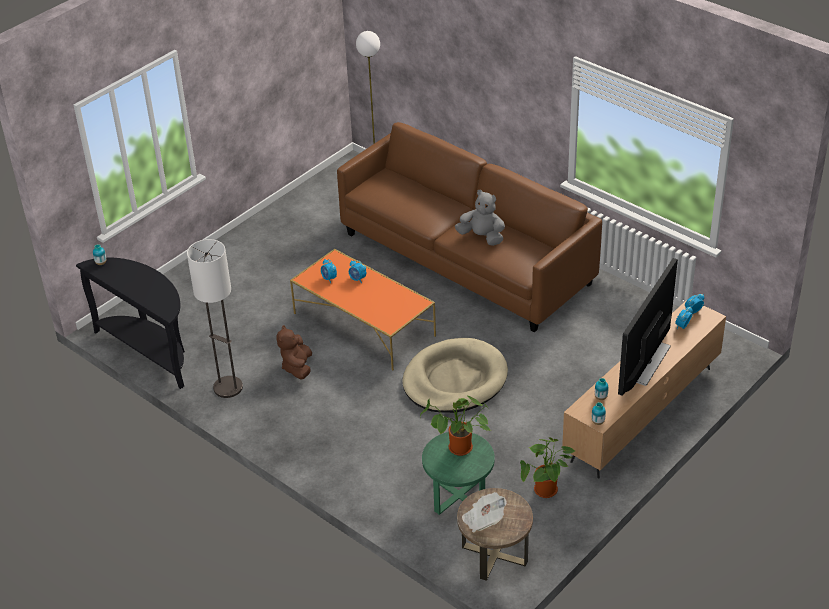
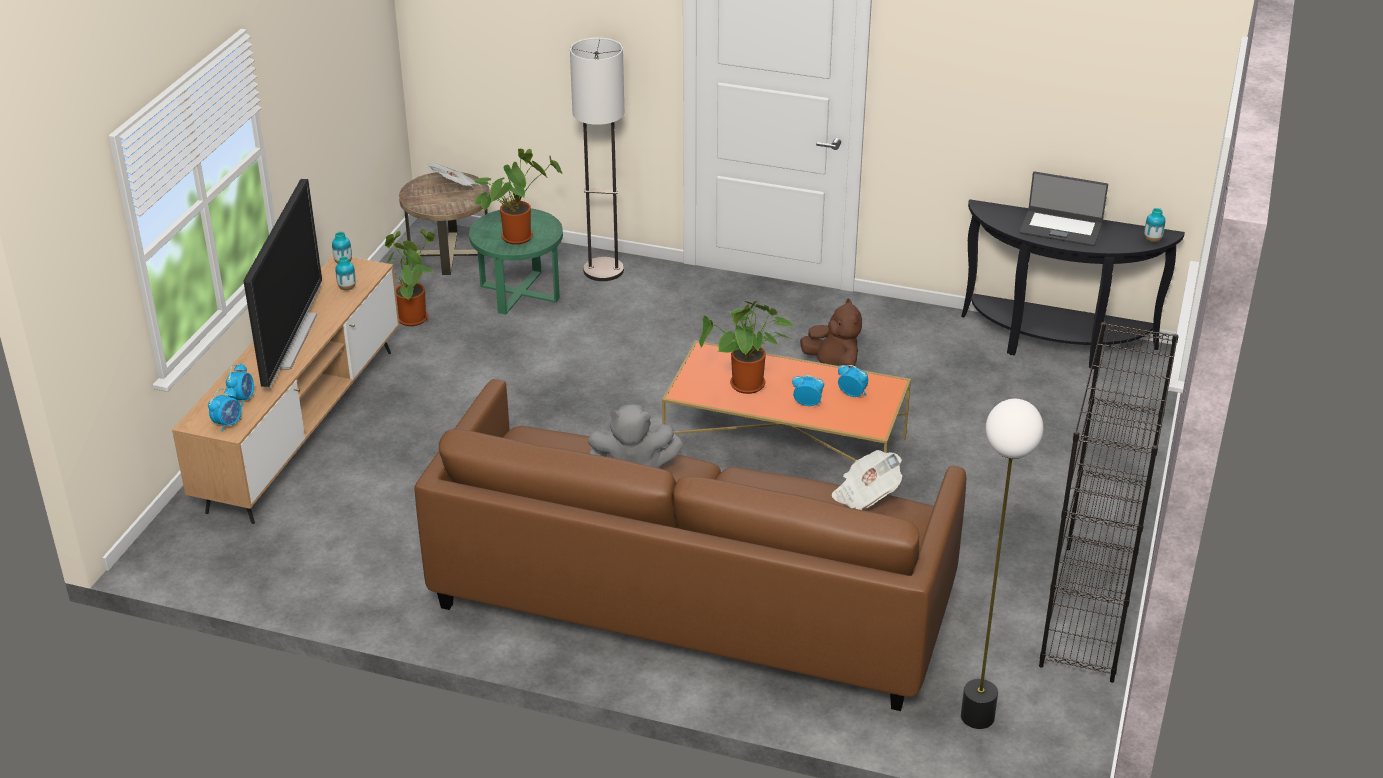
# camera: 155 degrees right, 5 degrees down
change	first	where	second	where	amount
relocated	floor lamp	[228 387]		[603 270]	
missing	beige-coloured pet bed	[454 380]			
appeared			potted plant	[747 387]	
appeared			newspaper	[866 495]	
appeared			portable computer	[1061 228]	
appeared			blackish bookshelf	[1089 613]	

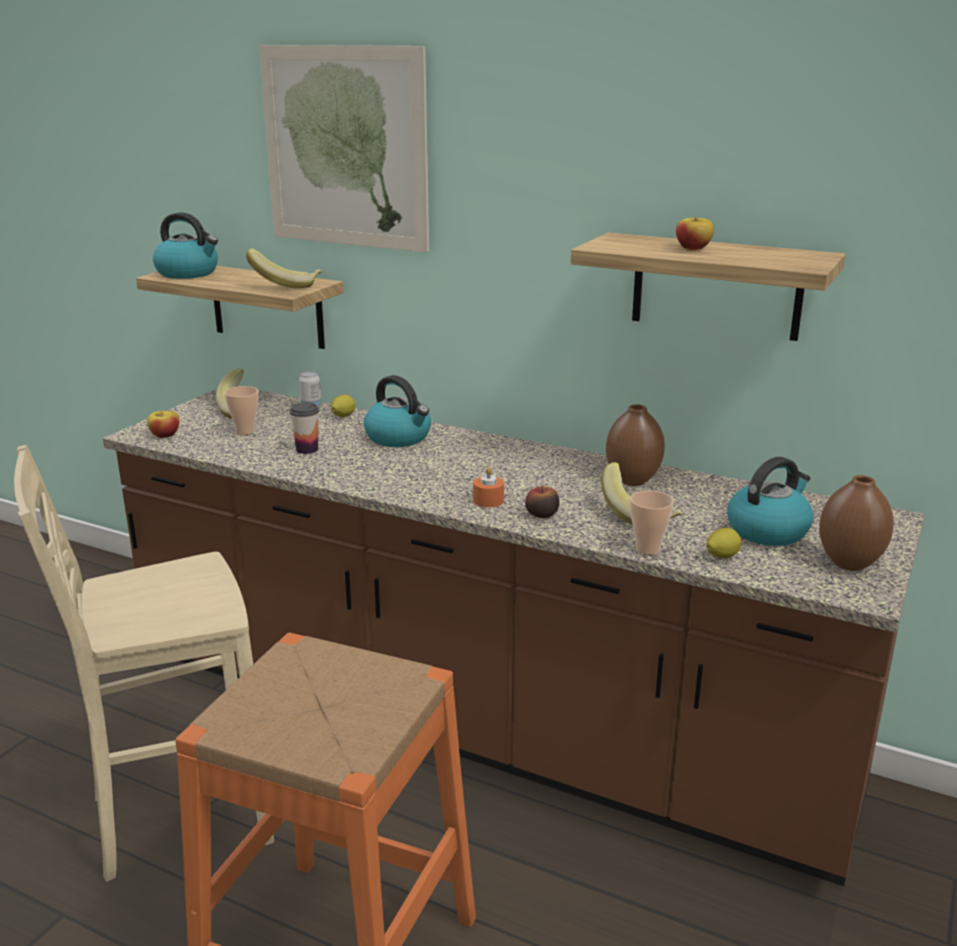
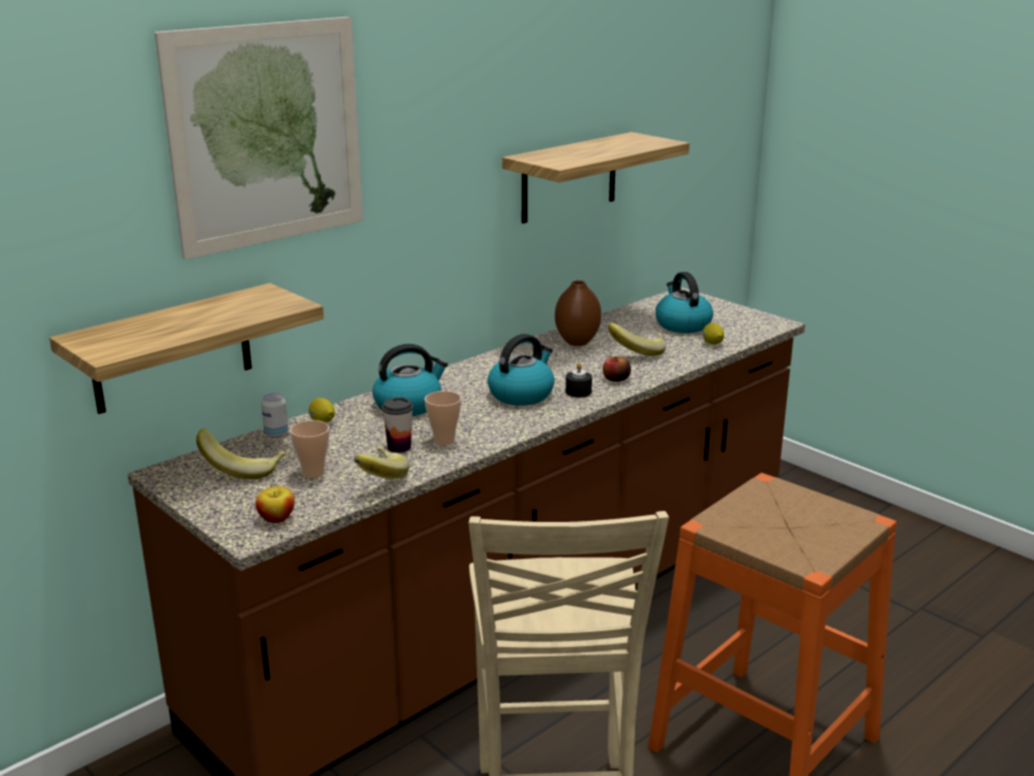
# camera: 70 degrees left, 0 degrees up
change	first	where	second	where	amount
relocated	water kettle	[188 273]		[521 394]	
relocated	banana fruit	[286 285]		[378 478]	
colour	orange-coloured wax light	[488 500]	blackish wax light	[578 392]	
relocated	drinking cup	[648 549]		[444 440]	
missing	whole apple	[693 248]			
missing	brown vase	[849 563]			

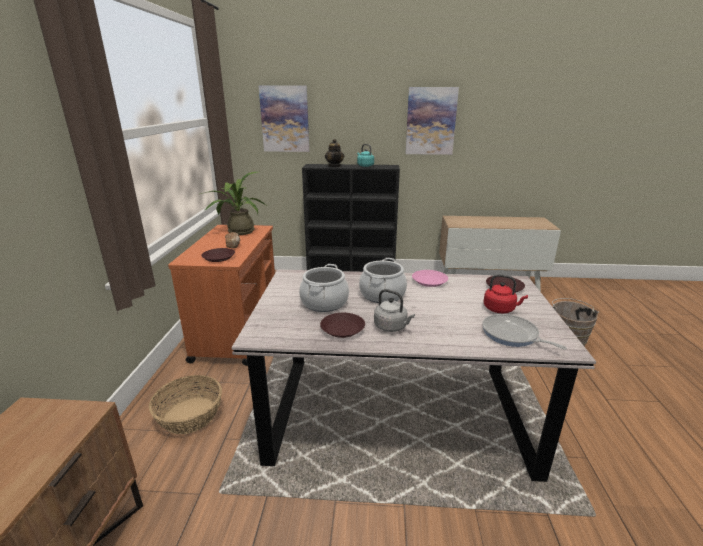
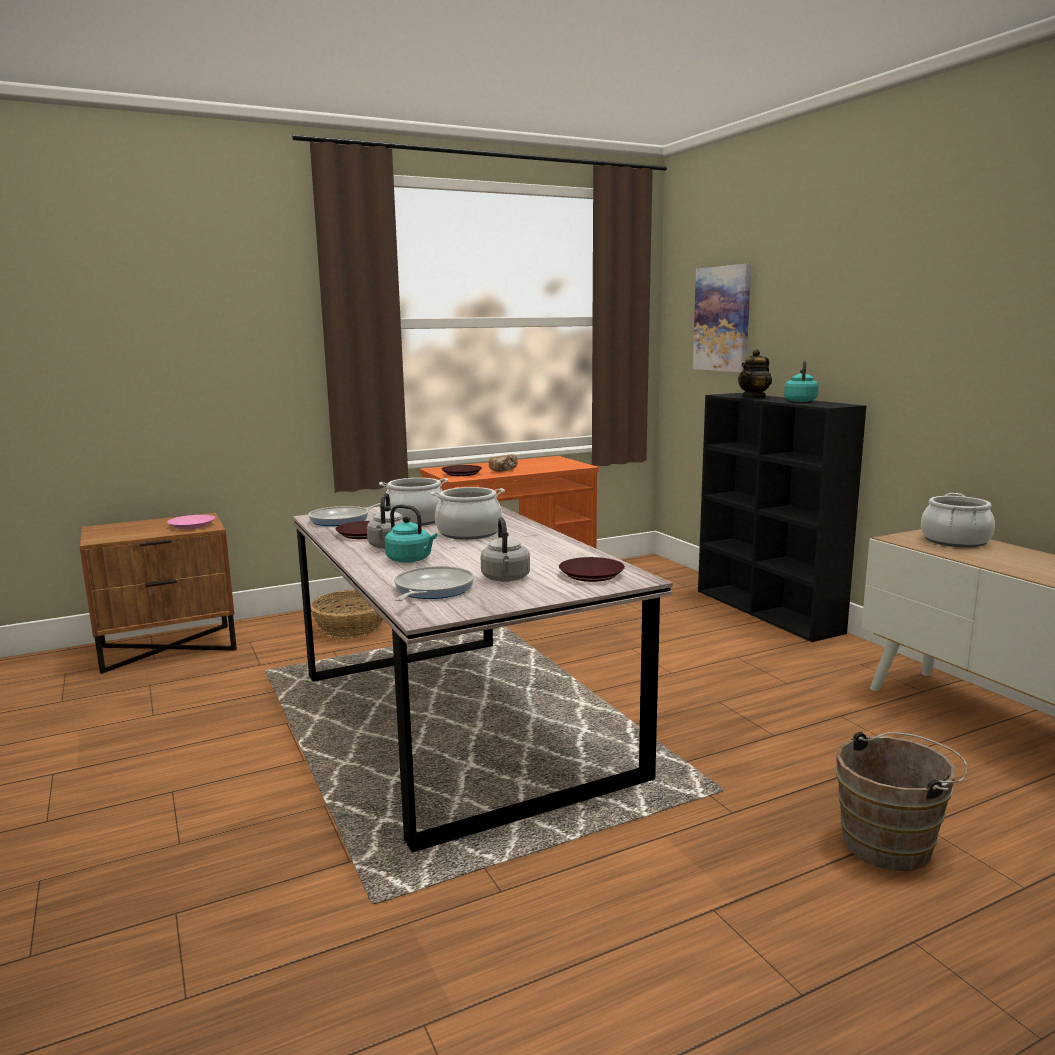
# camera: 60 degrees right, 10 degrees down
change	first	where	second	where	amount
missing	potted plant	[238 231]			
missing	wall art	[430 121]			
relocated	pinkish flat dish	[430 281]		[192 525]	
colour	reddish water kettle	[500 309]	grey water kettle	[506 579]	
appeared			pan	[343 519]	
appeared			blue-green water kettle	[411 560]	
appeared			stockpot	[954 541]	

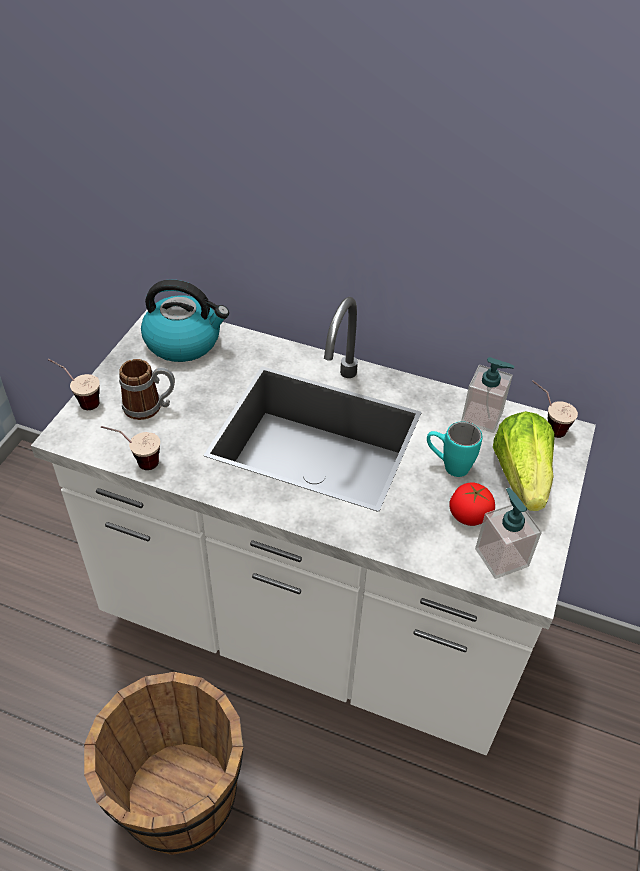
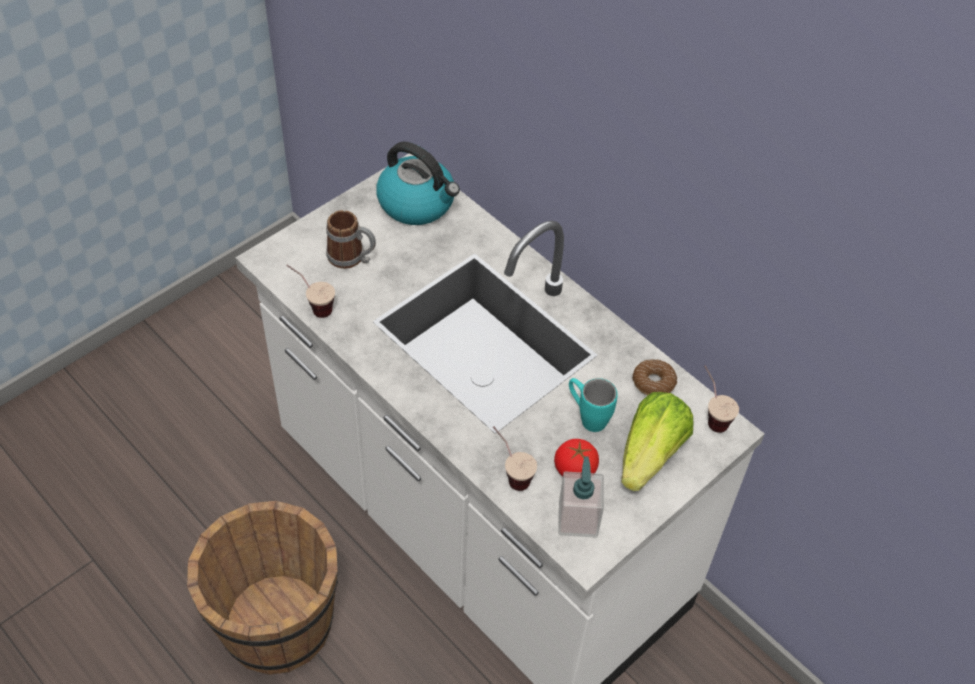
# camera: 25 degrees right, 5 degrees up
change	first	where	second	where	amount
relocated	drinking cup	[79 401]		[510 473]	
exchanged	soap dispenser	[482 417]	ring doughnut	[653 382]	

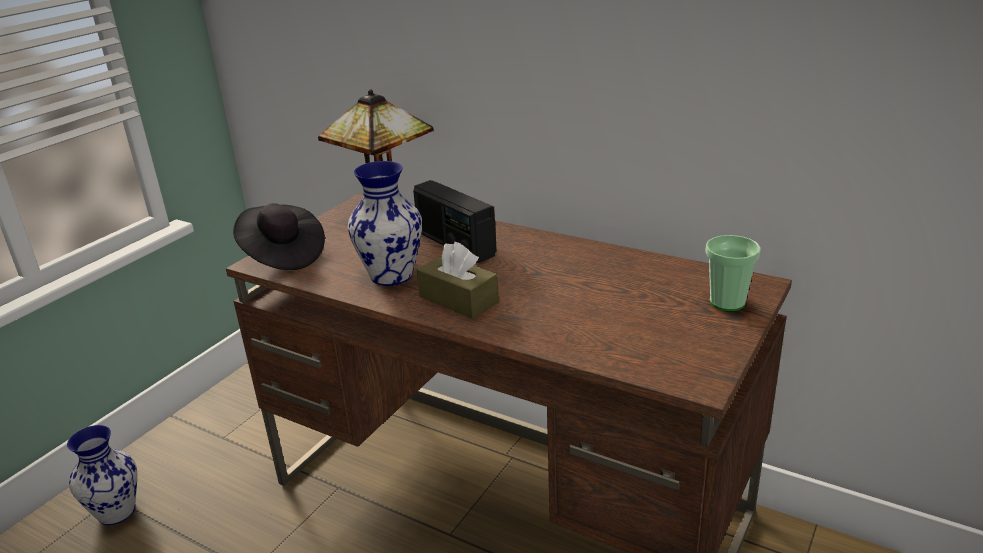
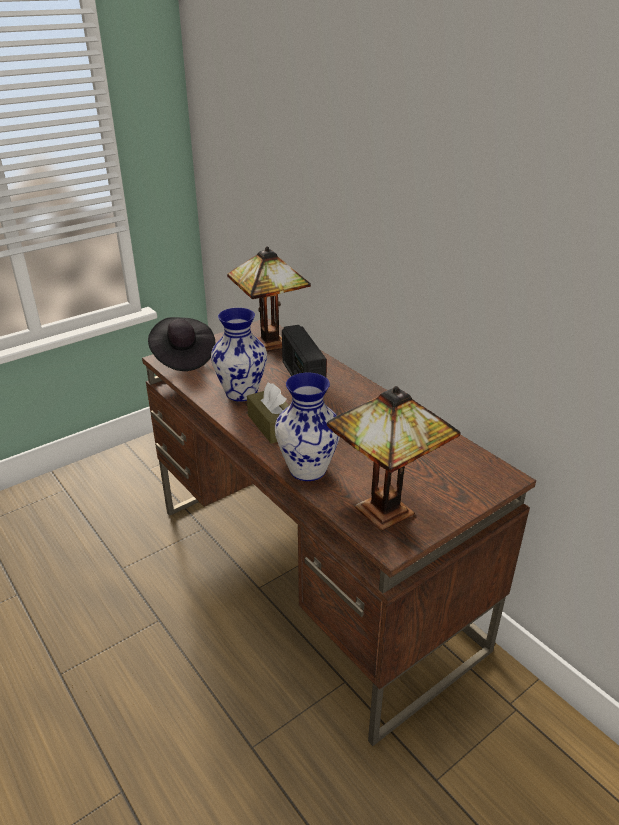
# camera: 20 degrees right, 5 degrees up
change	first	where	second	where	amount
relocated	vase	[115 512]		[306 469]	
missing	drinking cup	[727 302]			
appeared			tabletop lamp	[385 508]	

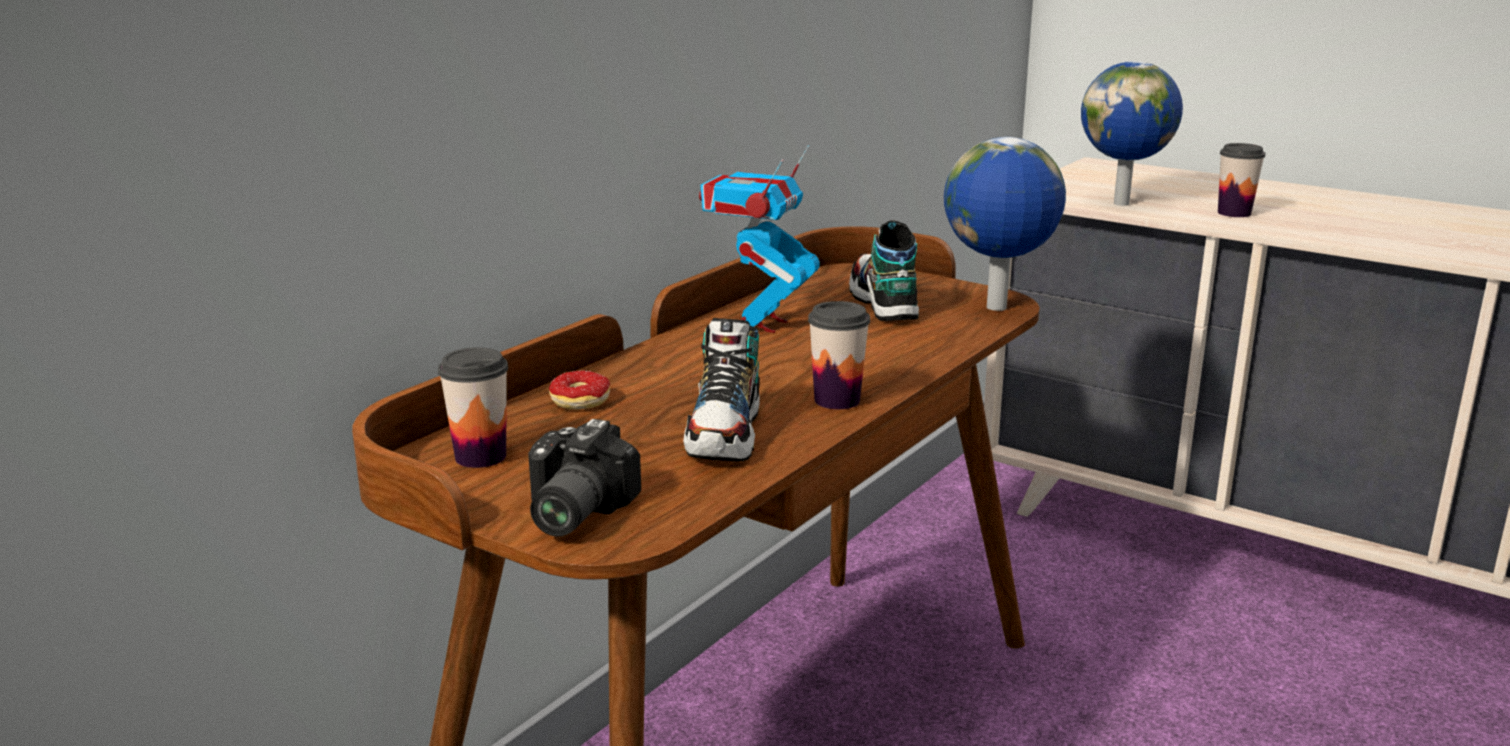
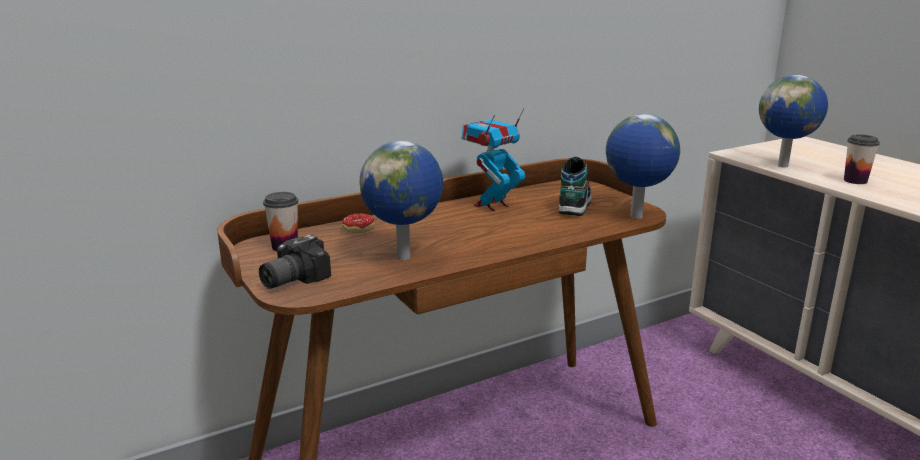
# camera: 25 degrees right, 0 degrees up
change	first	where	second	where	amount
exchanged	item of footwear	[726 434]	desk globe	[405 257]	
missing	drinking cup	[837 400]			

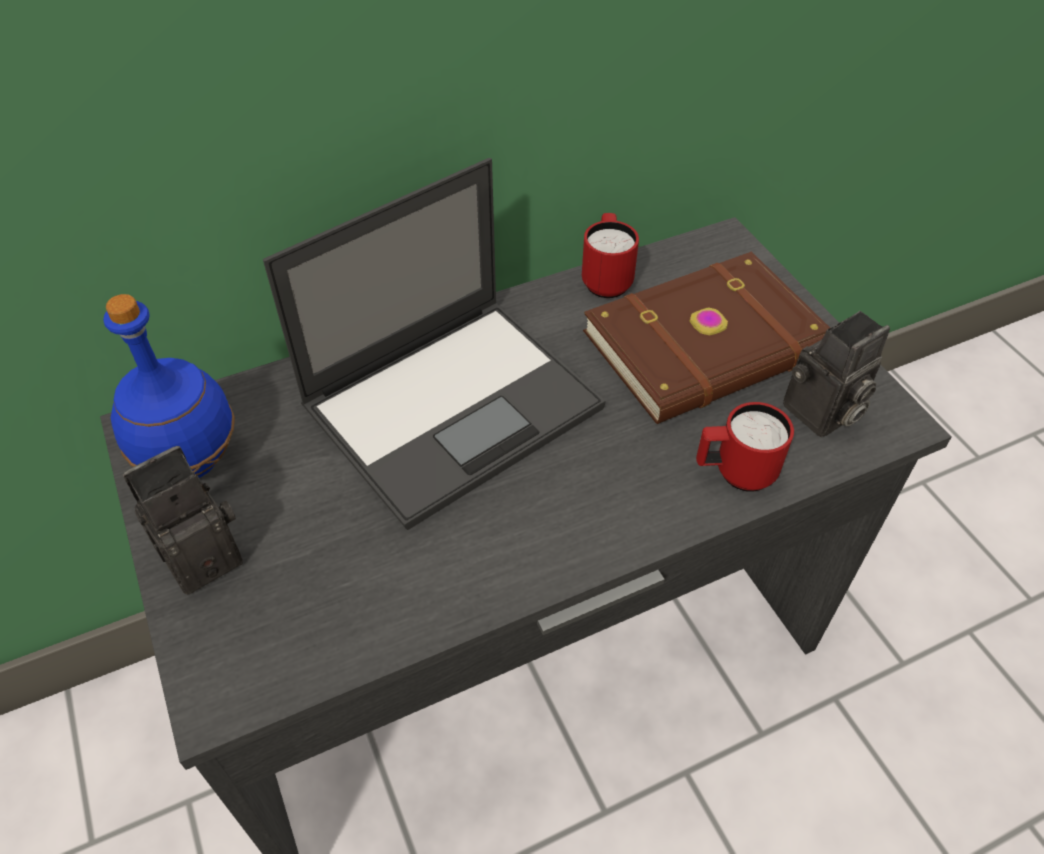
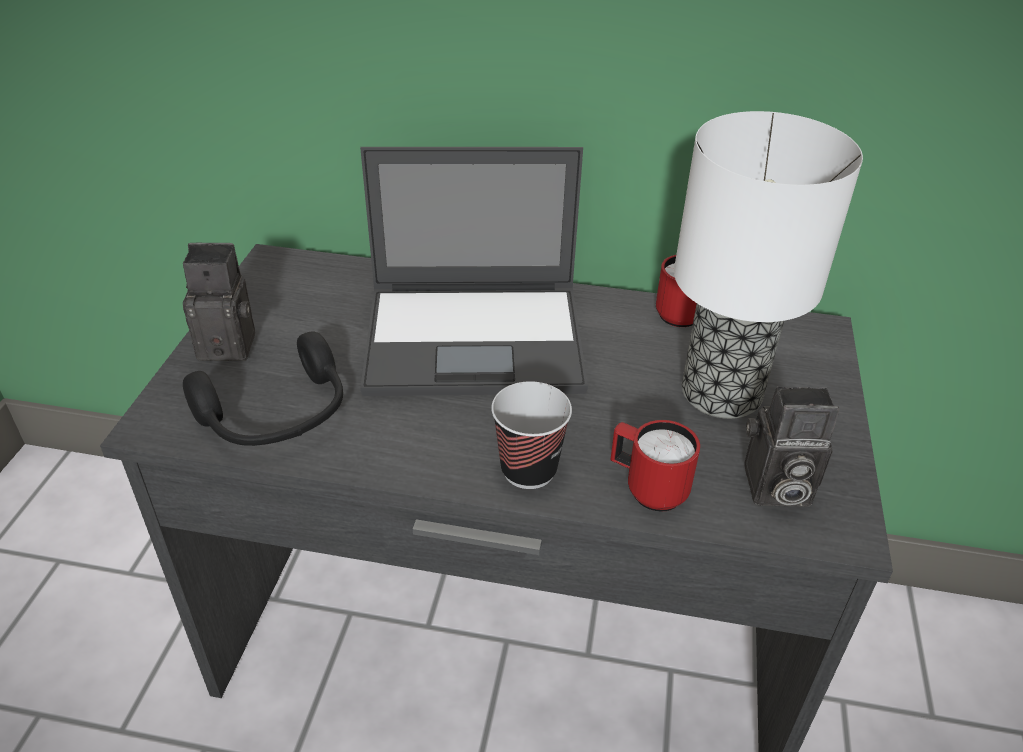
# camera: 35 degrees right, 10 degrees down
change	first	where	second	where	amount
missing	bluish bottle	[193 462]			
exchanged	brown volume	[709 346]	tabletop lamp	[723 394]	
appeared			blackish pair of headphones	[277 416]	
appeared			drinking cup	[528 470]	

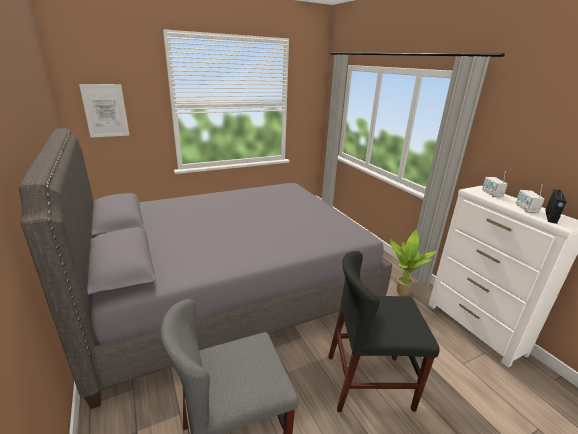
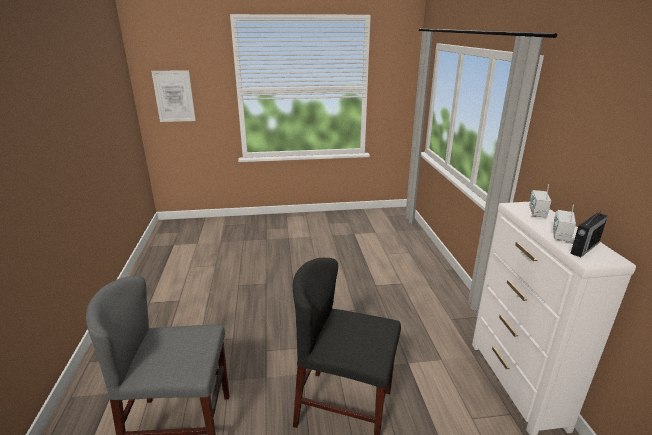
# camera: 20 degrees right, 0 degrees up
change	first	where	second	where	amount
missing	grey bedroom bed	[230 289]			
missing	potted plant	[400 292]			

